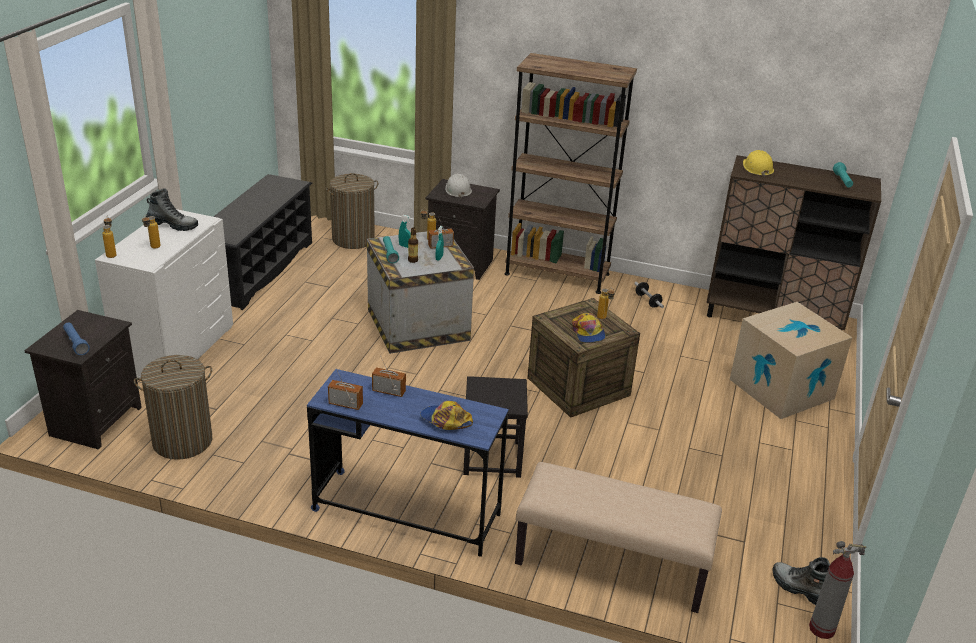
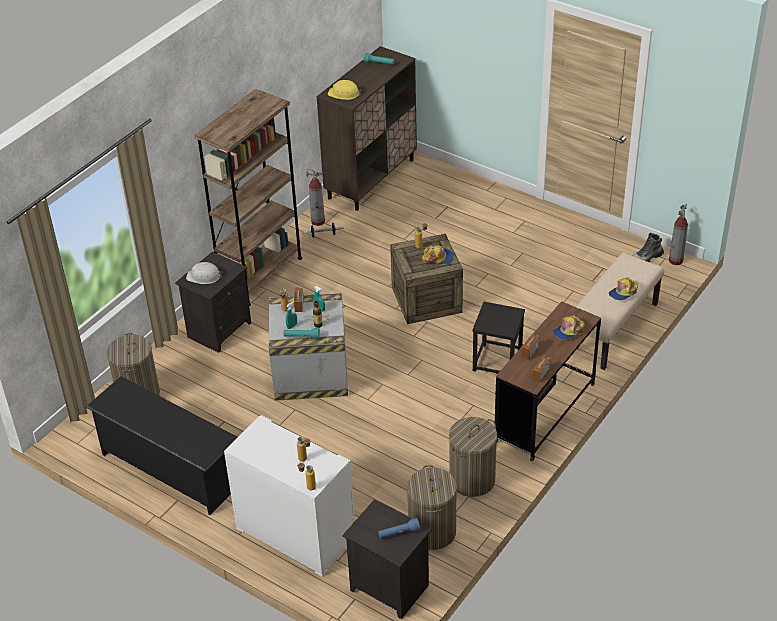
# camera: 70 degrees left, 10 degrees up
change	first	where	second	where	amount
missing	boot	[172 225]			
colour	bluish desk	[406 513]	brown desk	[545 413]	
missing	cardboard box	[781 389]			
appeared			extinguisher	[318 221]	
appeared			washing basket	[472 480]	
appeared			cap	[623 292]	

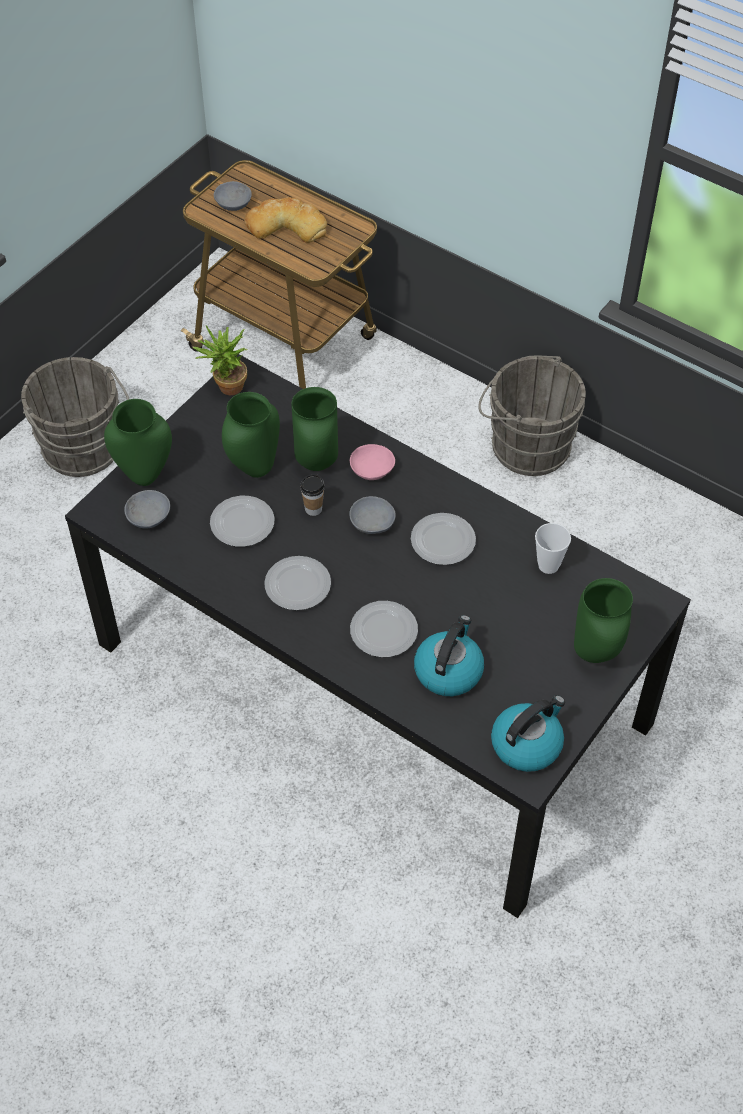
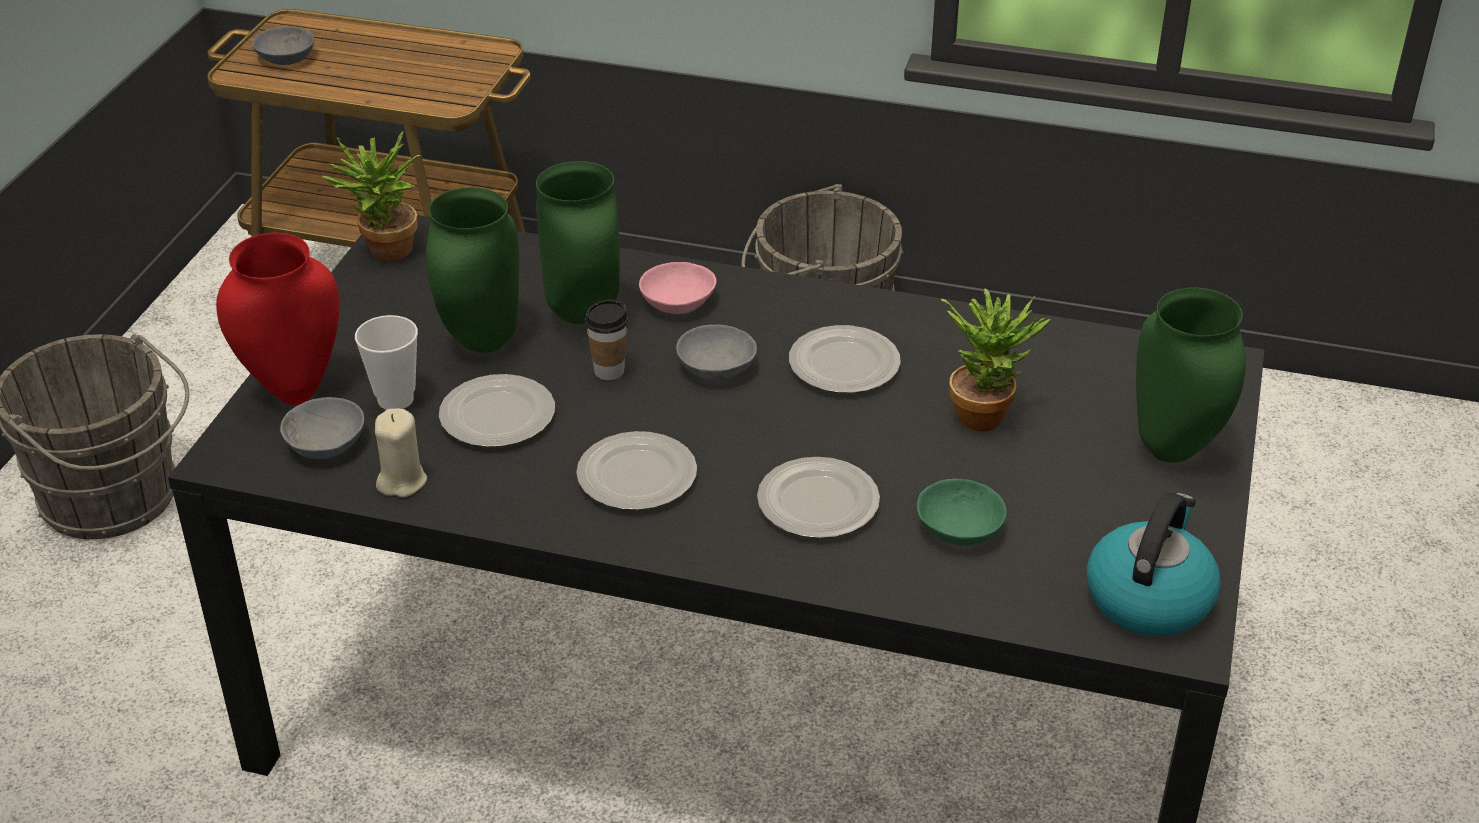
# camera: 20 degrees left, 15 degrees down
change	first	where	second	where	amount
colour	green vase	[145 477]	reddish vase	[294 393]	
missing	bakery bread	[286 225]			
exchanged	water kettle	[448 670]	green deep dish	[957 529]	
relocated	drinking cup	[548 565]		[395 399]	
appeared			beige-coloured wax light	[401 481]	
appeared			potted plant	[986 413]	

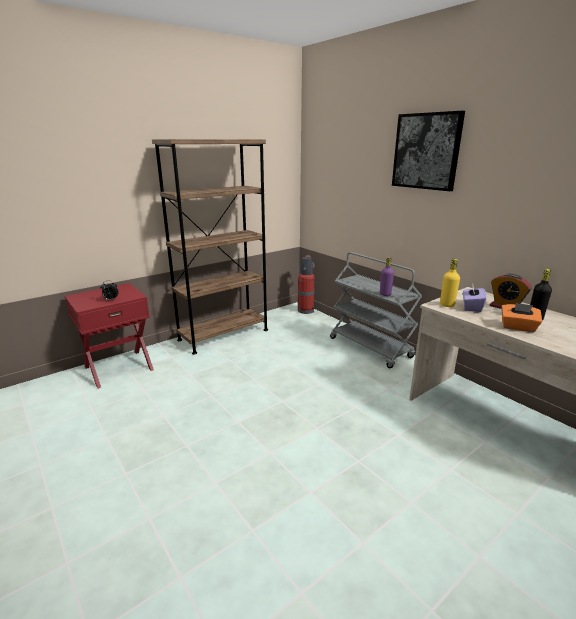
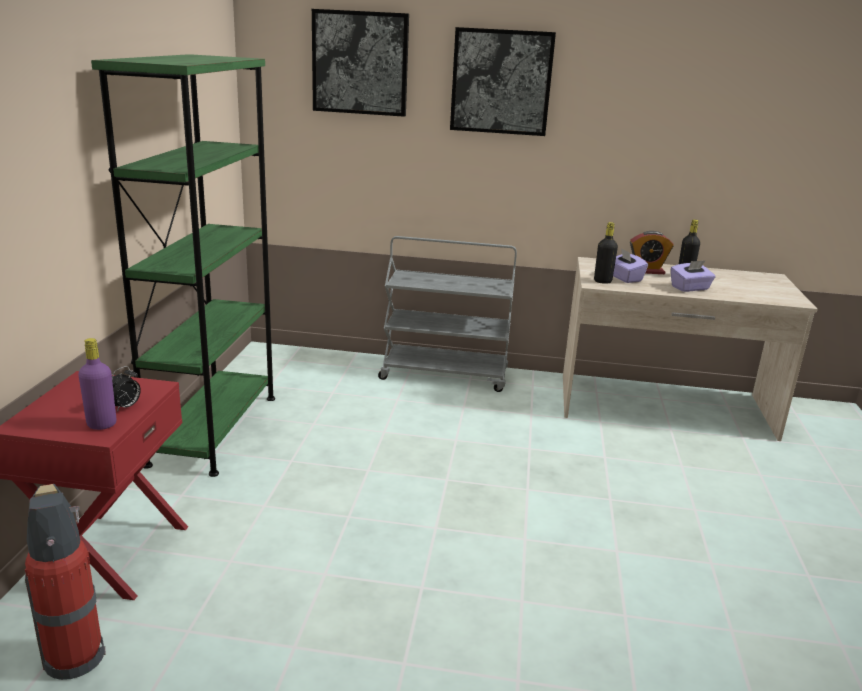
# camera: 45 degrees left, 0 degrees up
change	first	where	second	where	amount
colour	brown bookshelf	[223 335]	green bookshelf	[214 429]	
relocated	extinguisher	[306 310]		[74 656]	
relocated	purple-coloured bottle	[385 294]		[102 424]	
colour	yellow-coloured bottle	[447 305]	blackish bottle	[602 281]	
colour	orange-coloured tissue box	[518 327]	purple-coloured tissue box	[690 288]	
appeared			wall art	[360 63]	

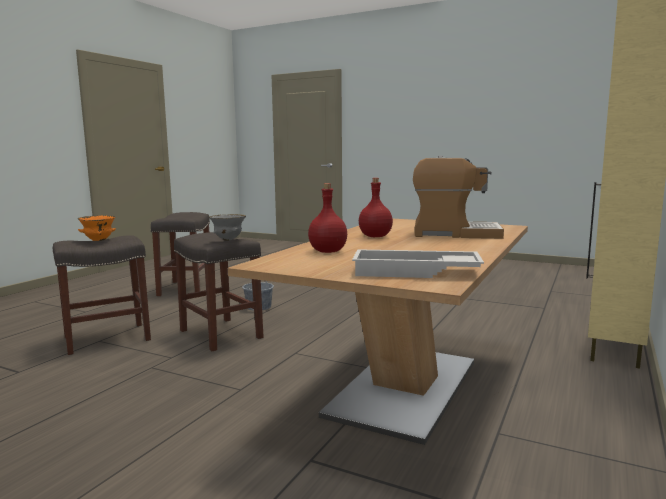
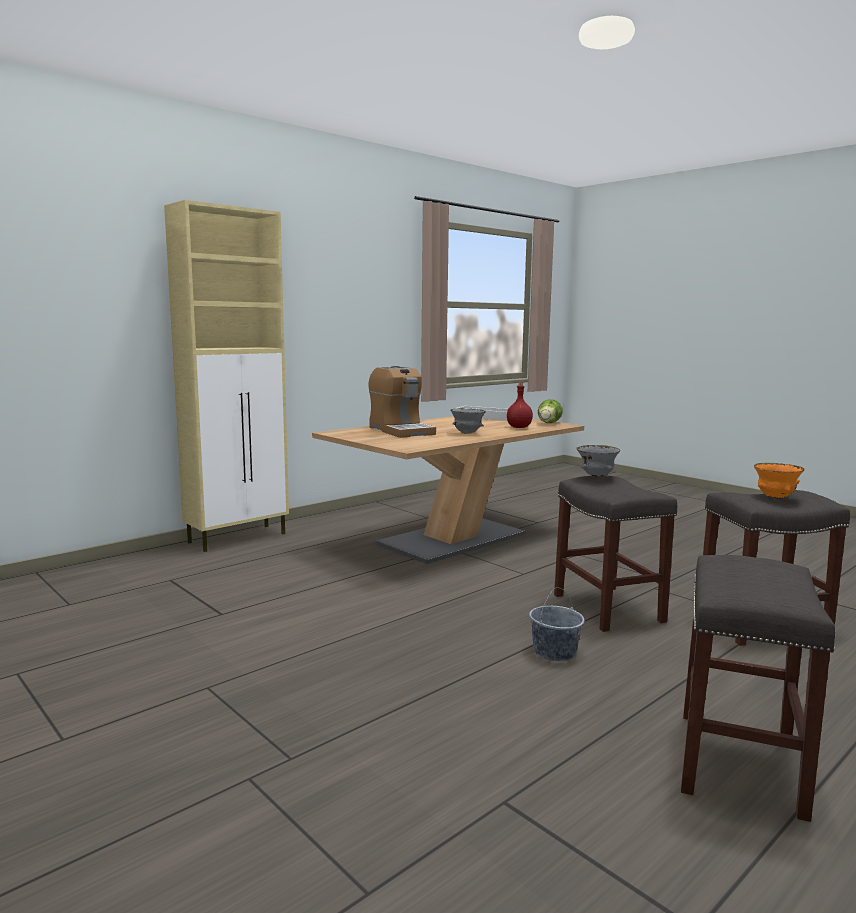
# camera: 160 degrees left, 0 degrees up
change	first	where	second	where	amount
exchanged	reddish bottle	[375 236]	grey deep dish	[467 433]	
spun	coffee machine	[454 233]		[400 431]	150 degrees counterclockwise
appeared			lettuce	[548 423]	

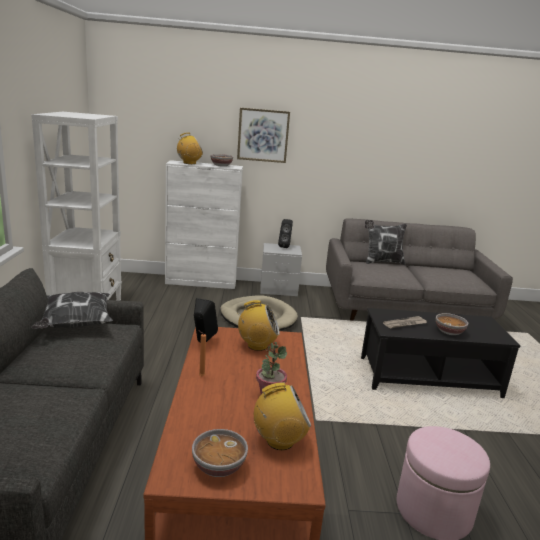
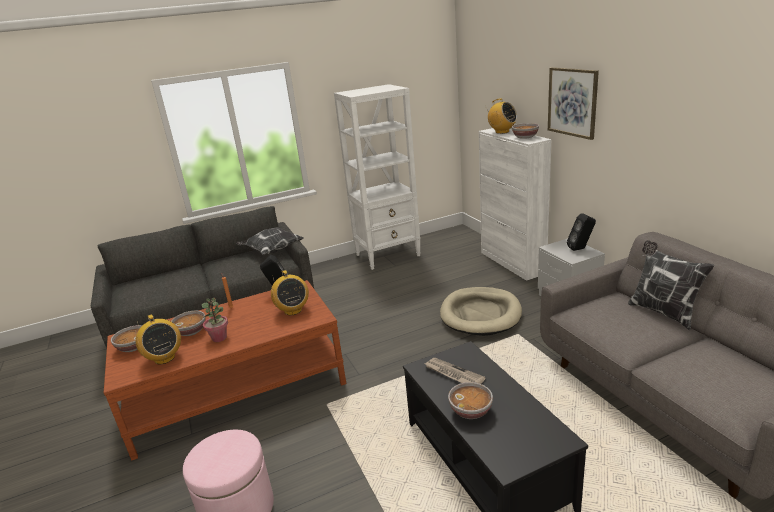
# camera: 70 degrees right, 5 degrees up
change	first	where	second	where	amount
appeared			deep dish	[191 331]	

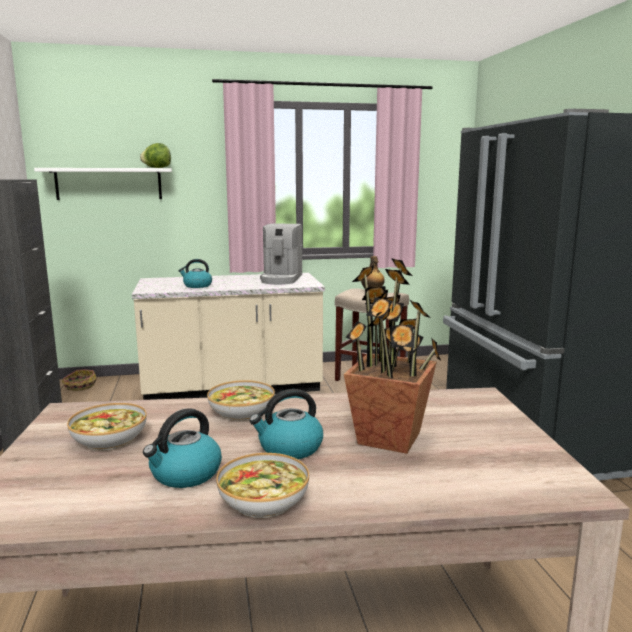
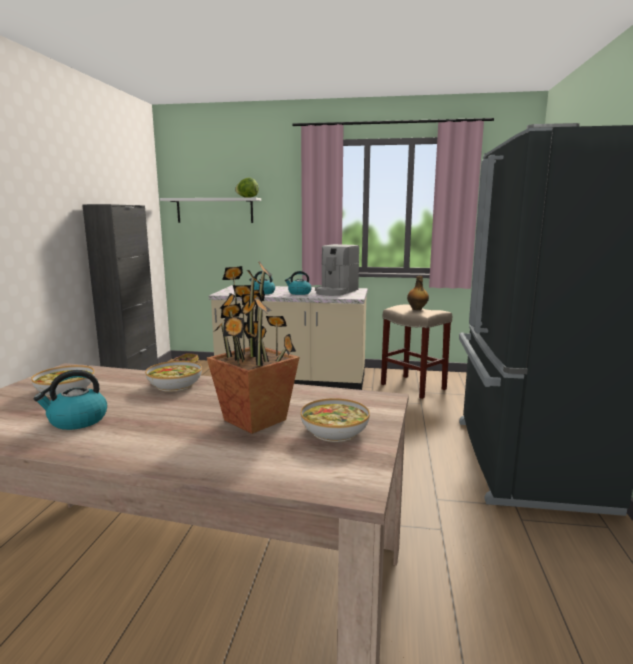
# camera: 20 degrees right, 0 degrees up
change	first	where	second	where	amount
relocated	deep dish	[263 500]		[334 431]	
relocated	water kettle	[289 448]		[299 293]	

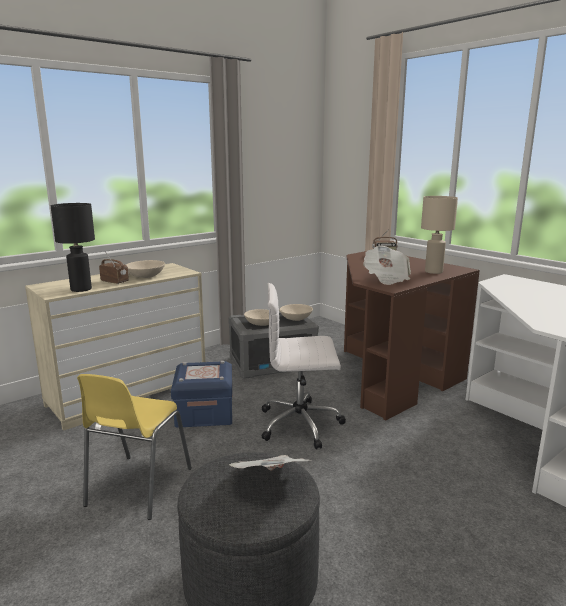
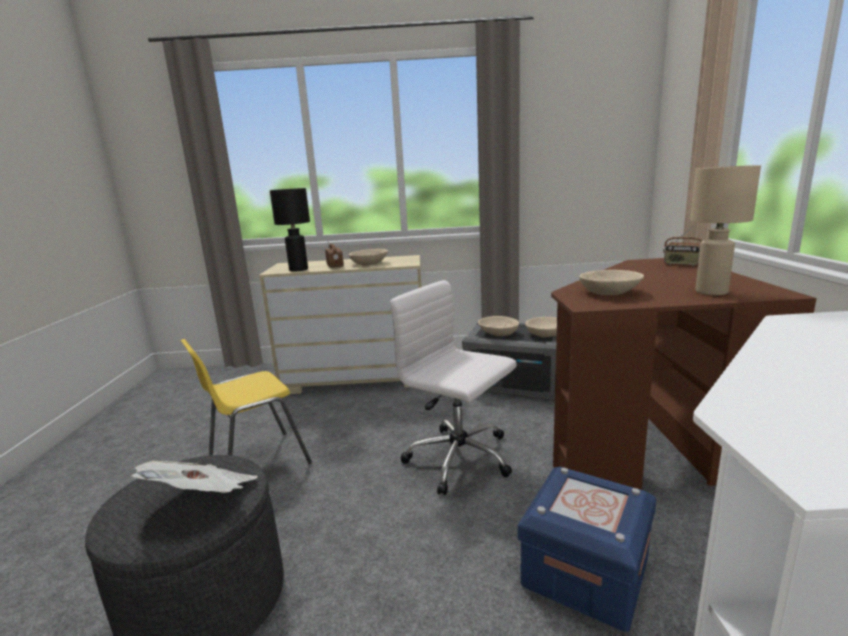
# camera: 40 degrees right, 0 degrees up
change	first	where	second	where	amount
relocated	bluish storage container	[204 413]		[585 572]	
exchanged	newspaper	[386 278]	beige-coloured deep dish	[609 292]	

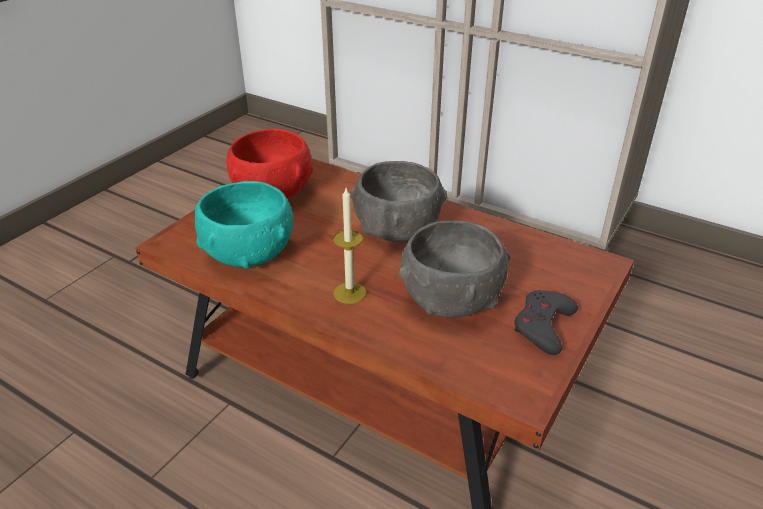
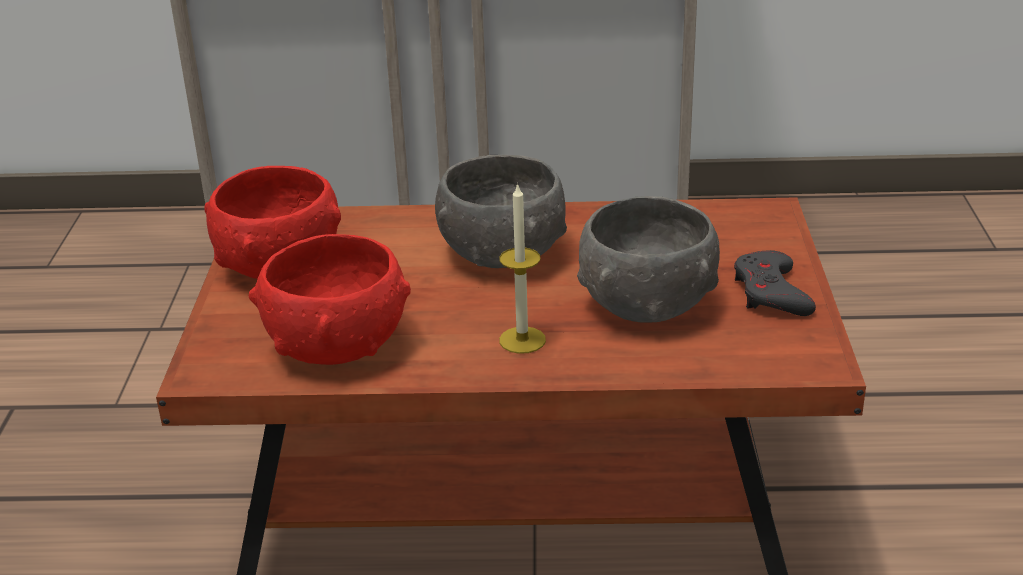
# camera: 30 degrees left, 5 degrees down
change	first	where	second	where	amount
colour	blue-green deep dish	[249 253]	reddish deep dish	[337 345]	

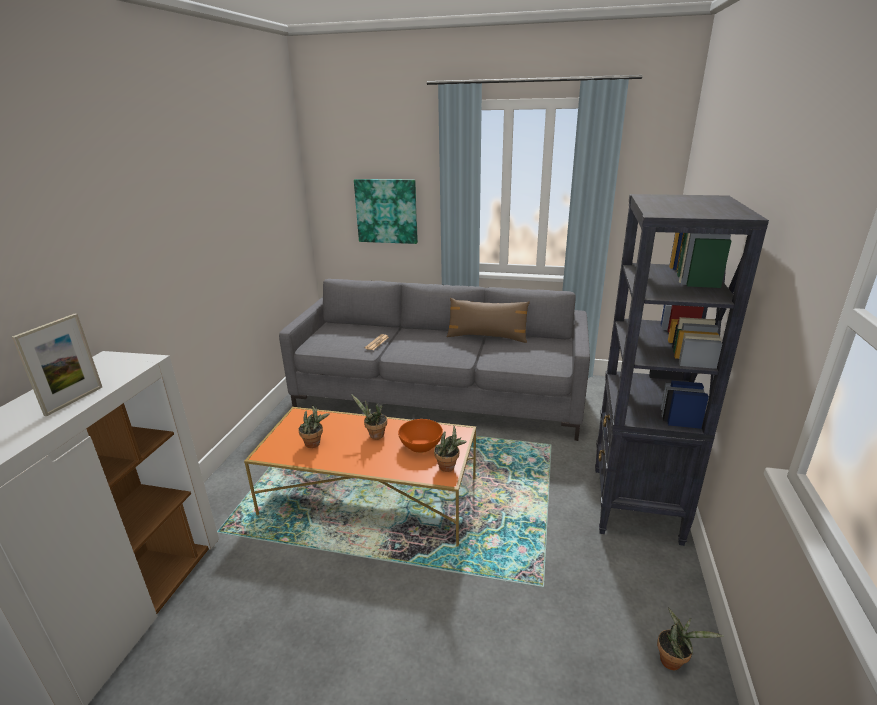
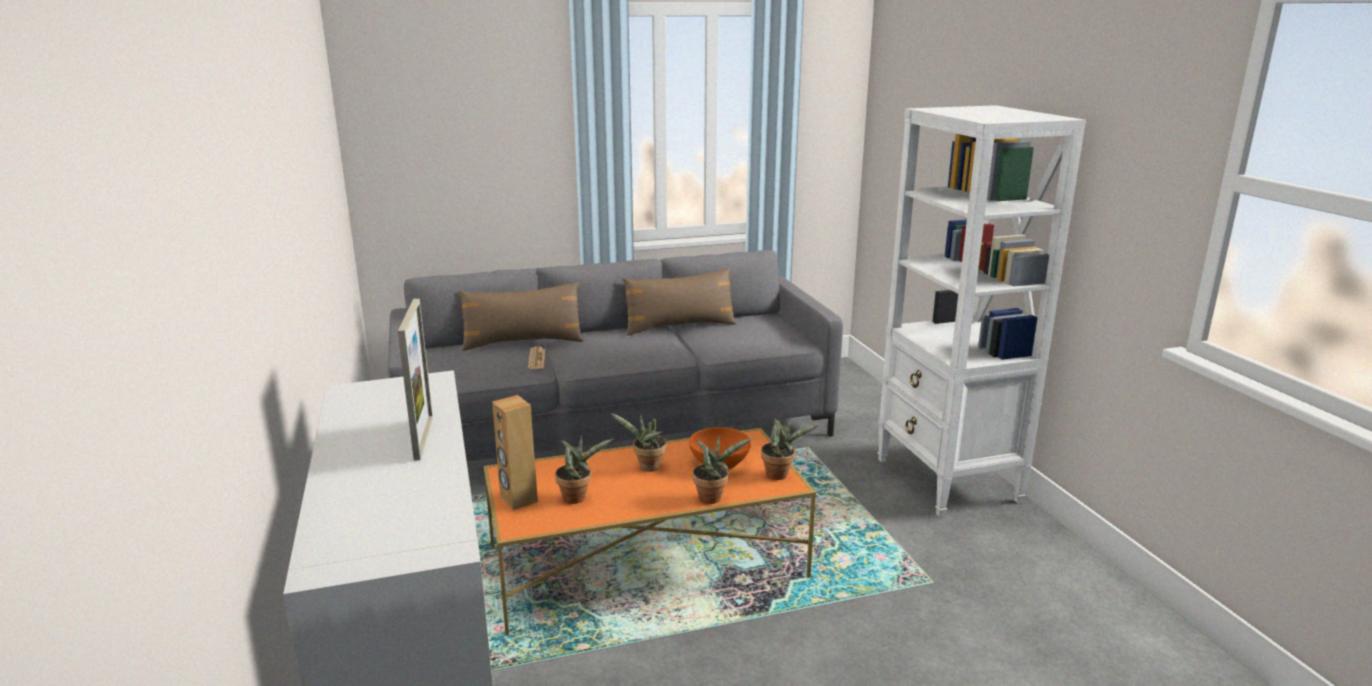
# camera: 30 degrees left, 5 degrees down
change	first	where	second	where	amount
missing	wall art	[386 211]			
colour	blackish bookshelf	[635 505]	white bookshelf	[947 481]	
relocated	potted plant	[673 661]		[713 497]	
appeared			brown pillow	[523 342]	
appeared			brown speaker	[518 499]	

